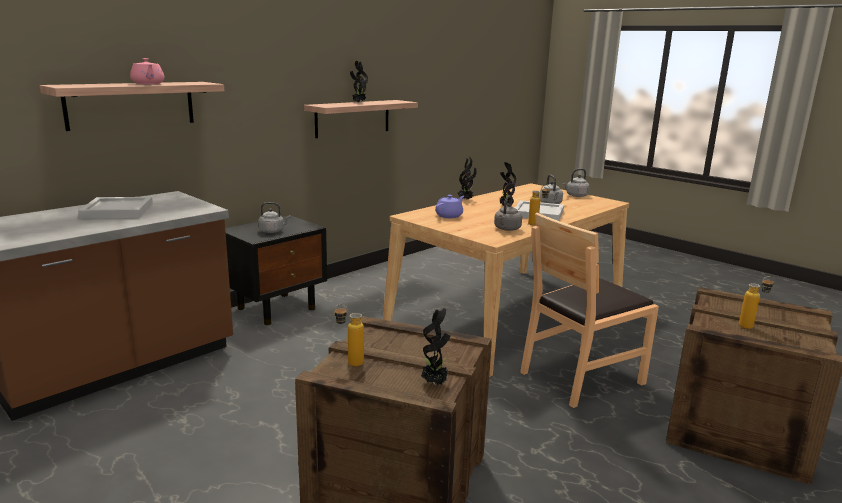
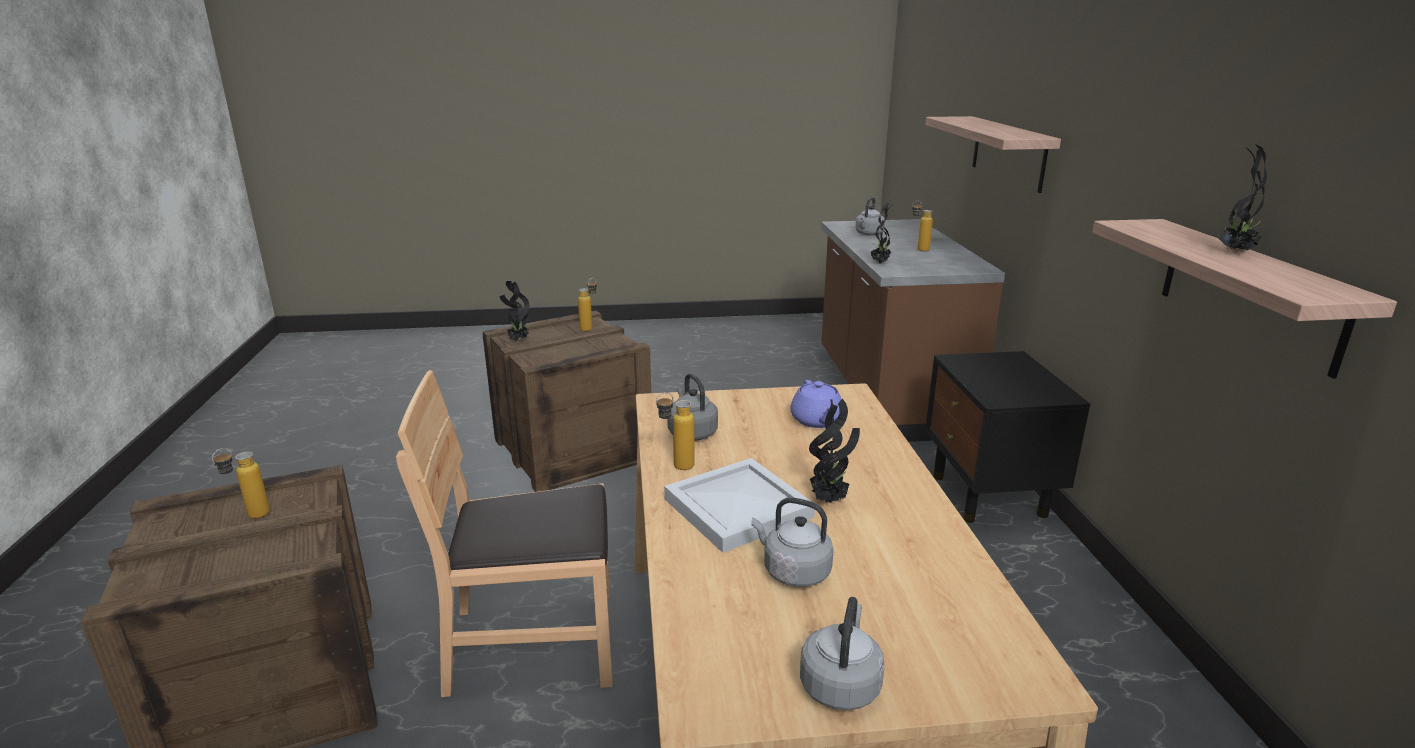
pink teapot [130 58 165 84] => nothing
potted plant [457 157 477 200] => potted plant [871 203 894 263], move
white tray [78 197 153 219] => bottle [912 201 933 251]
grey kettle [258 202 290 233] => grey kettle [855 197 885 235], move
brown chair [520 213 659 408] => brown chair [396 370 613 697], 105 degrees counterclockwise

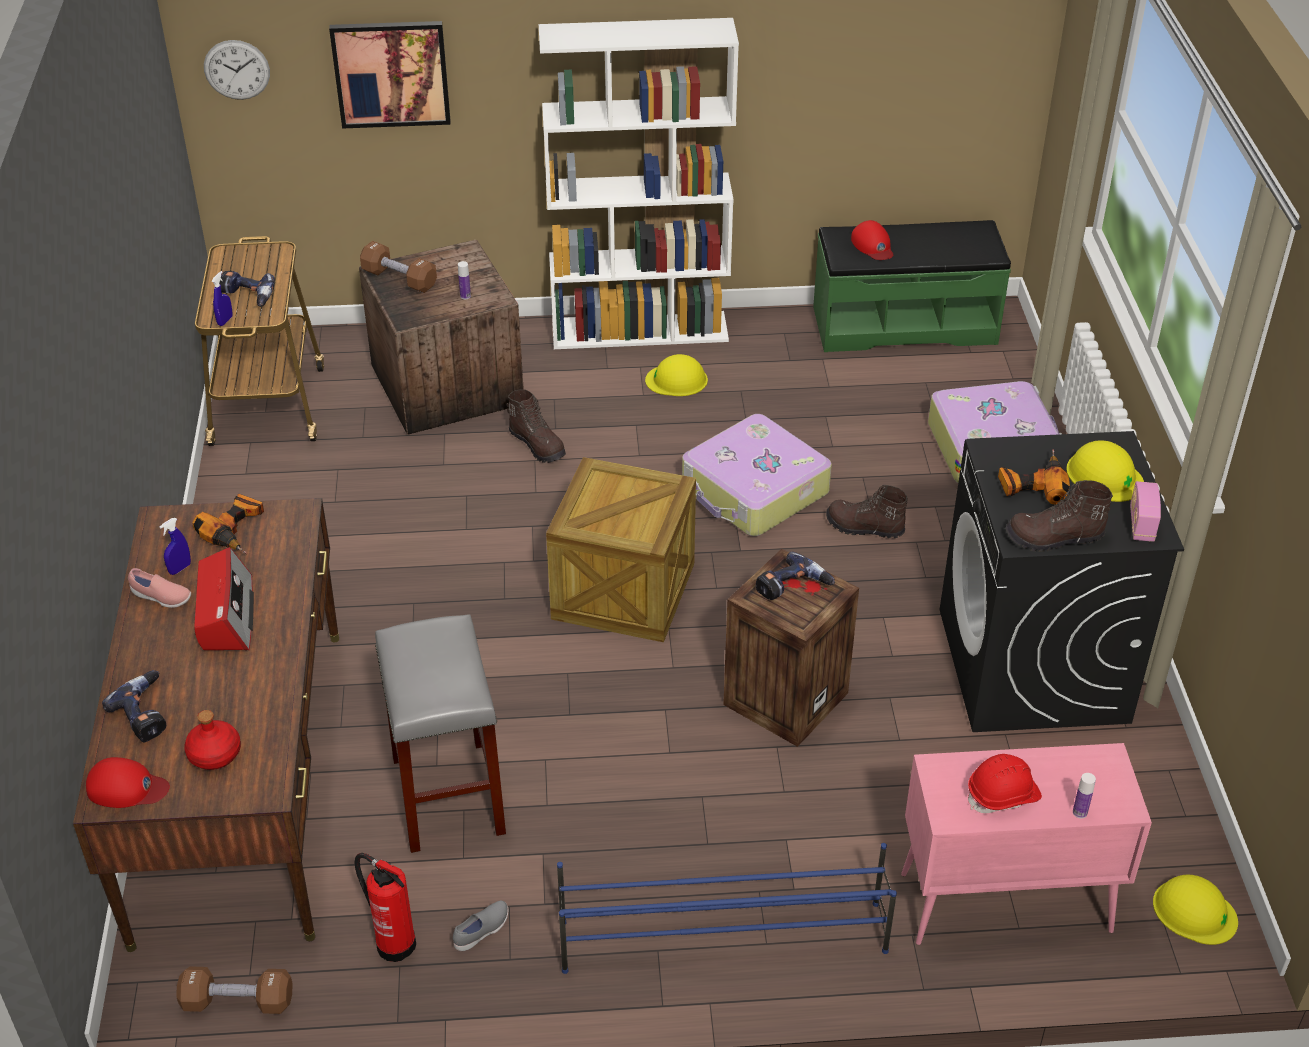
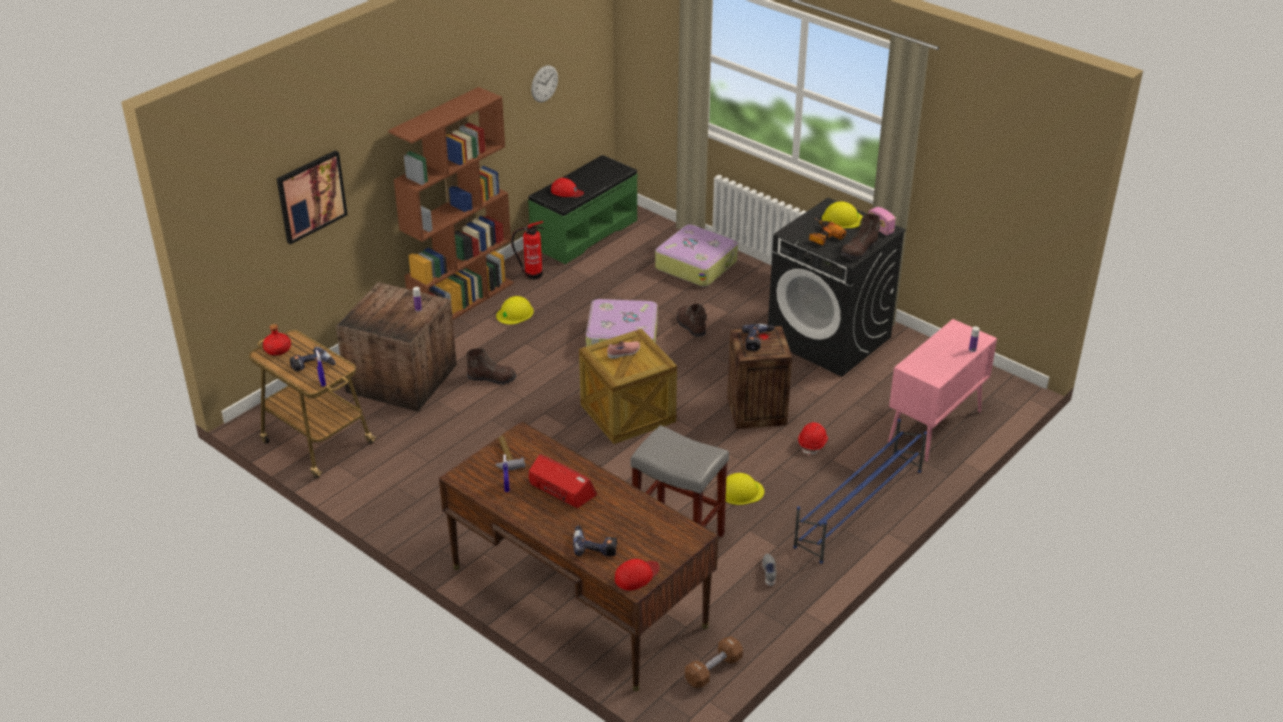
white bookcase [539 18 739 349] => brown bookcase [388 87 514 320]
wall clock [204 40 270 100] => wall clock [531 65 558 102], move
brown dumbbell [360 241 437 293] => nothing
brown boot [826 485 908 538] => brown boot [677 304 707 337], 90 degrees clockwise
power drill [192 494 264 554] => hammer [495 436 525 471]
pink shoe [128 568 191 608] => pink shoe [607 341 640 359], move
red bottle [184 710 241 770] => red bottle [263 324 291 356], move
red hard hat [968 754 1042 813] => red hard hat [798 422 828 456], move
fire extinguisher [354 853 416 962] => fire extinguisher [511 221 544 280], move
yellow hard hat [1153 875 1238 945] => yellow hard hat [726 473 764 505], move

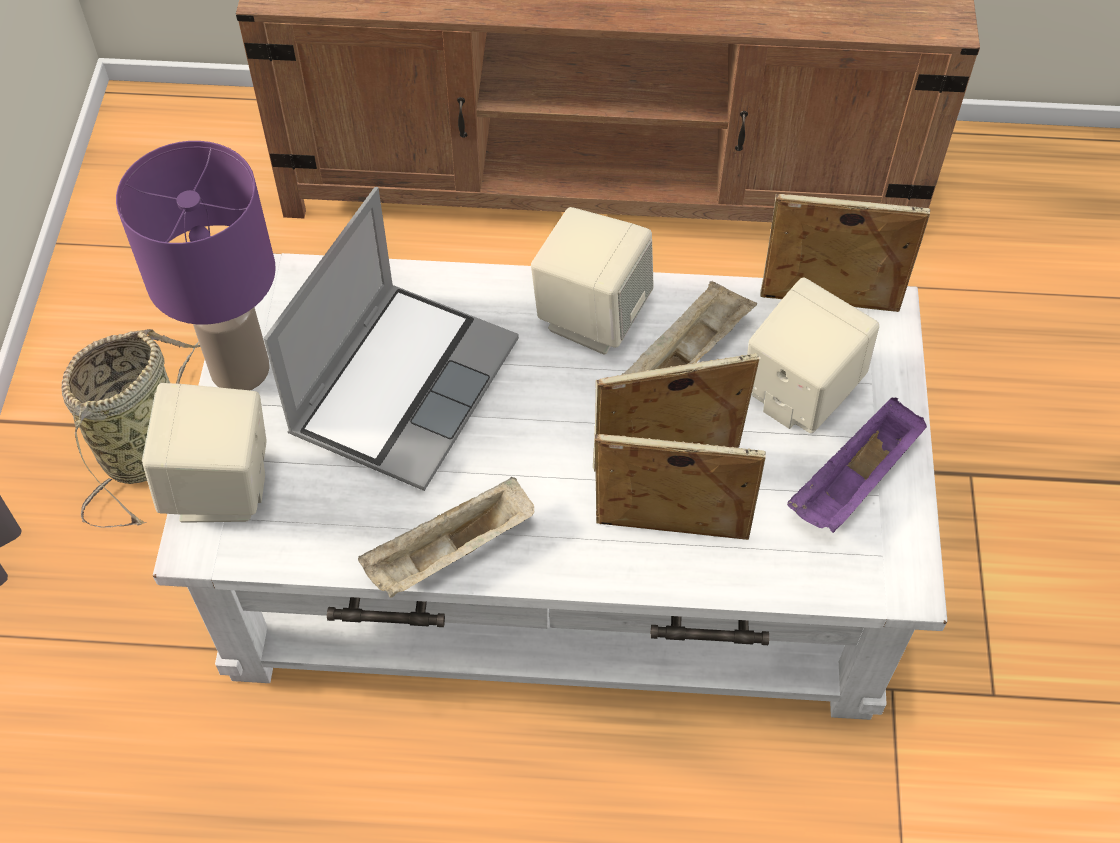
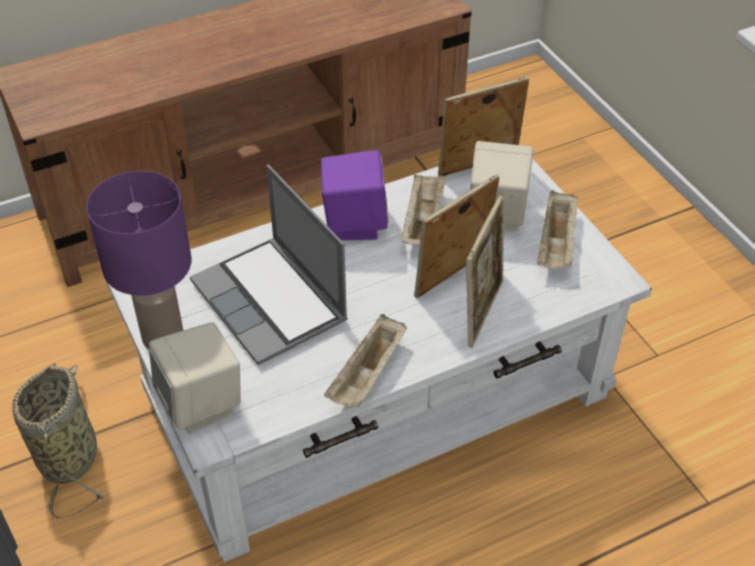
laptop [264 187 519 491] => laptop [190 164 348 365], 150 degrees clockwise
beige speaker [531 207 654 355] => purple speaker [321 150 389 240]
purple tray [787 398 927 533] => beige tray [537 190 578 268]
picture frame [594 434 766 540] => picture frame [466 194 505 348], 135 degrees clockwise

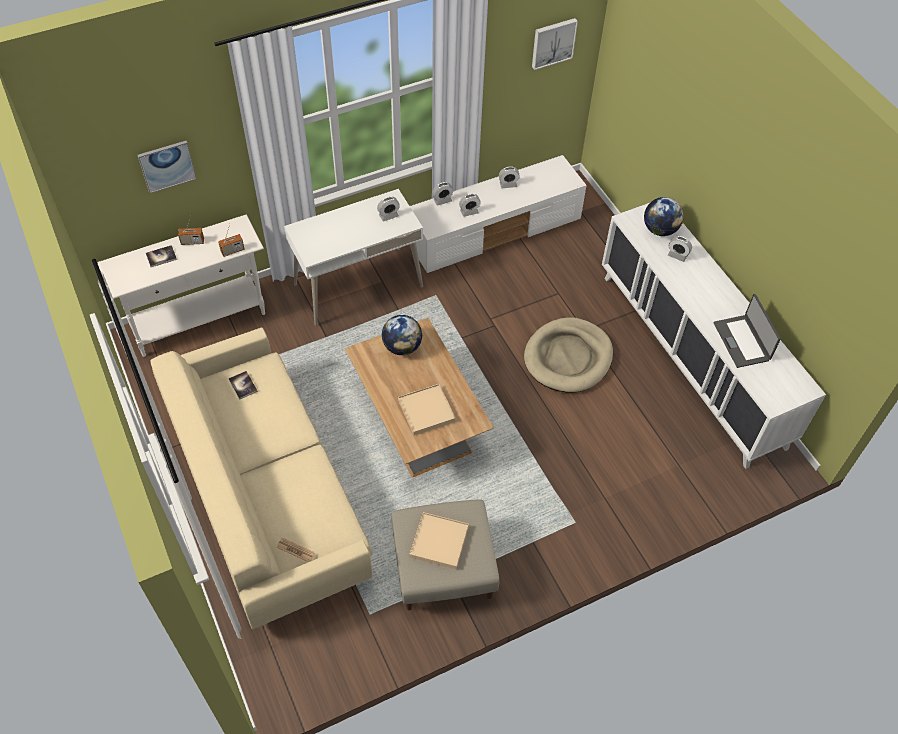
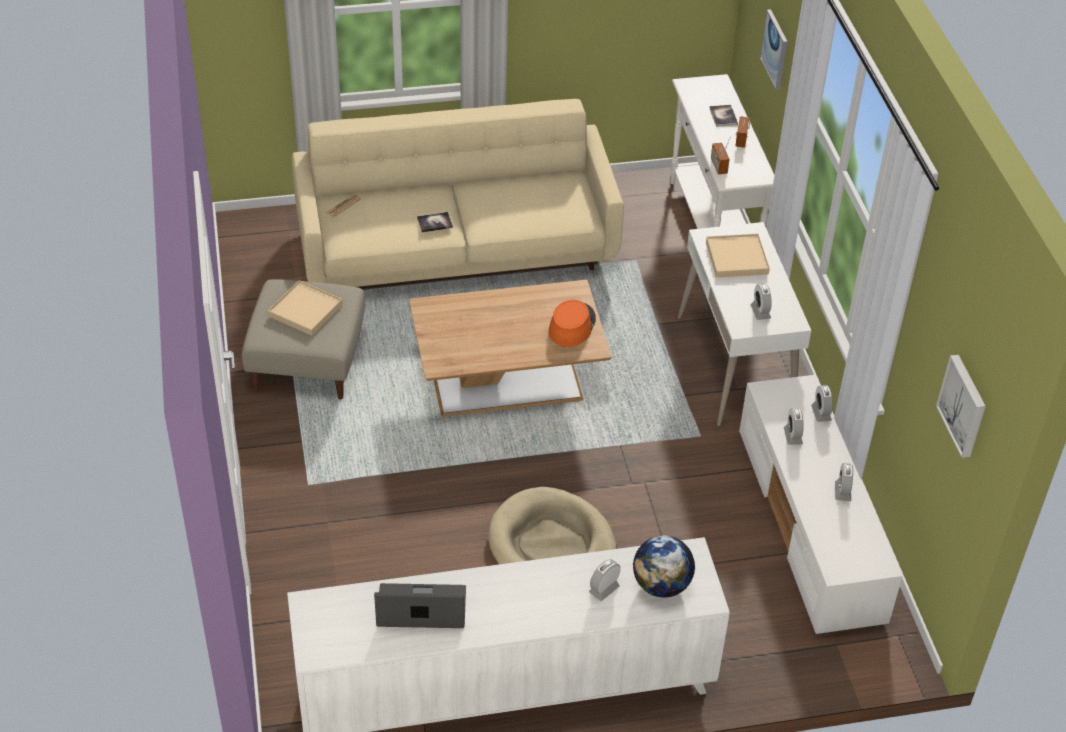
globe [382 315 422 355] => orange hat [549 300 596 347]
book [228 371 258 400] => book [417 212 453 232], move
beige tray [398 384 455 435] => beige tray [706 234 770 278], move

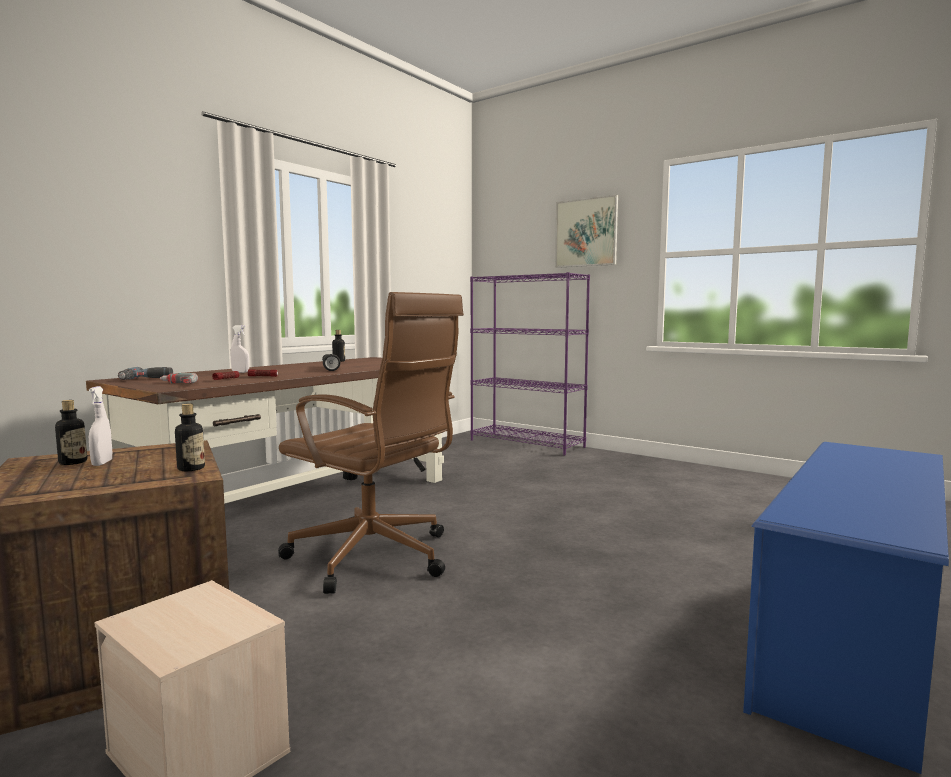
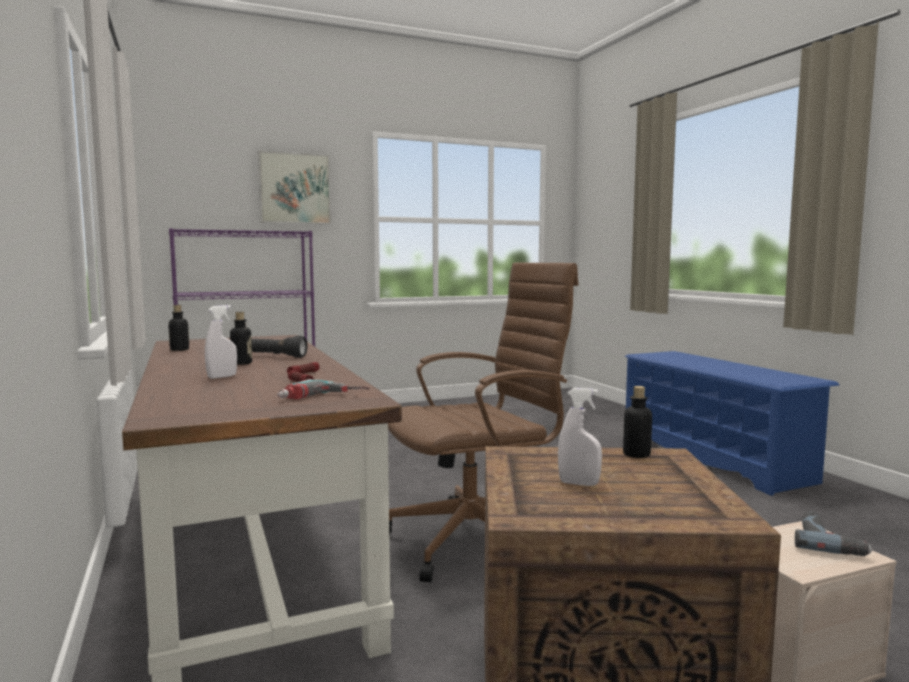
power drill [118 367 173 380] => power drill [795 511 873 556], move
bottle [55 400 87 465] => bottle [230 312 252 365], move

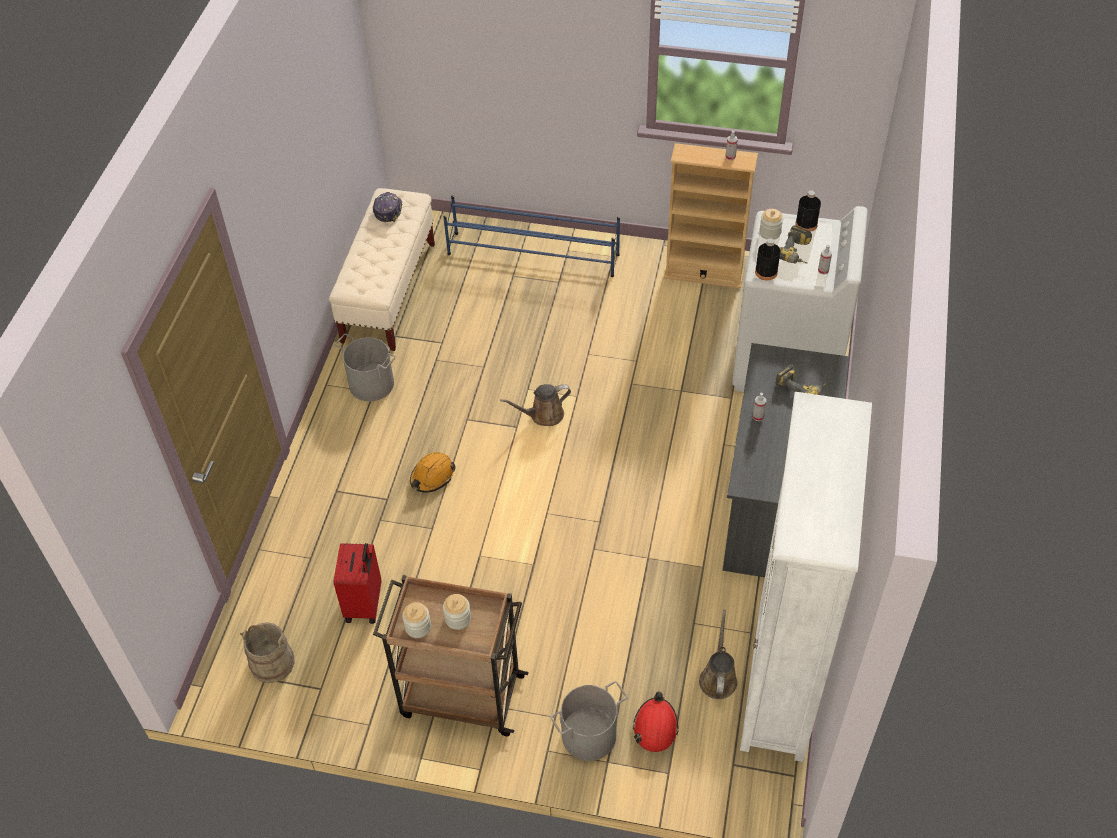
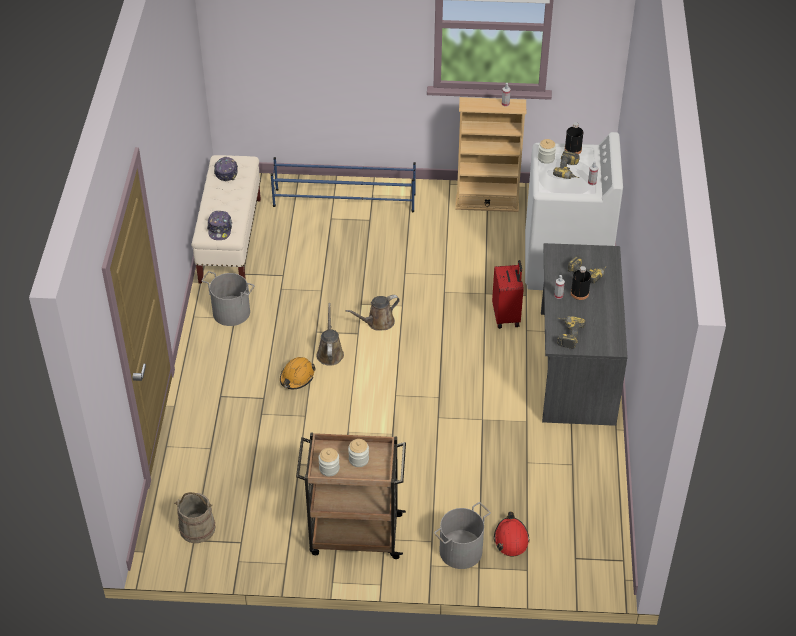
black bottle [755 238 780 280] => black bottle [571 266 591 300], move
white bookcase [740 392 872 762] => nothing
red suitcase [334 543 381 624] => red suitcase [492 260 524 329], move
brown watering can [699 610 738 699] => brown watering can [317 303 344 366], move
nothing => cap [207 211 232 240]
nothing => power drill [557 316 586 349]

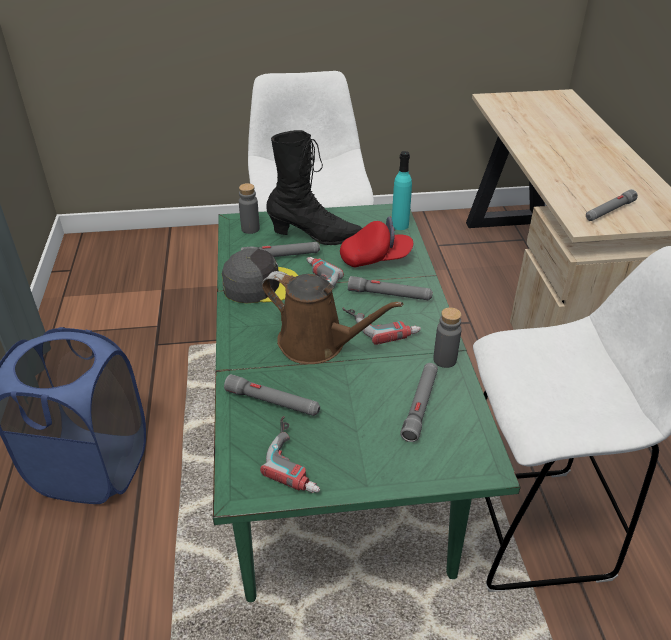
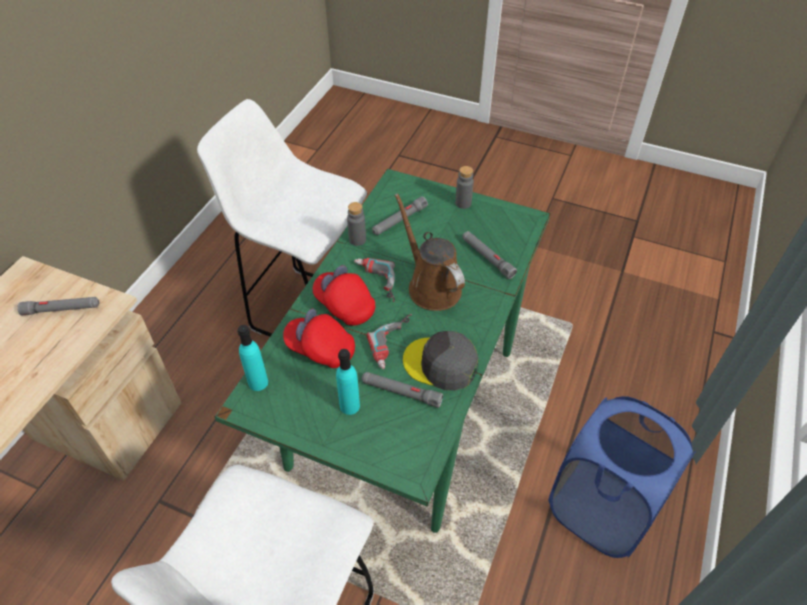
black boot [266 130 362 245] => turquoise bottle [336 349 360 415]
grey bottle [239 183 260 234] => grey bottle [455 166 474 209], move
grey flashlight [348 276 433 300] => red cap [313 265 375 326]
power drill [260 416 320 493] => nothing

